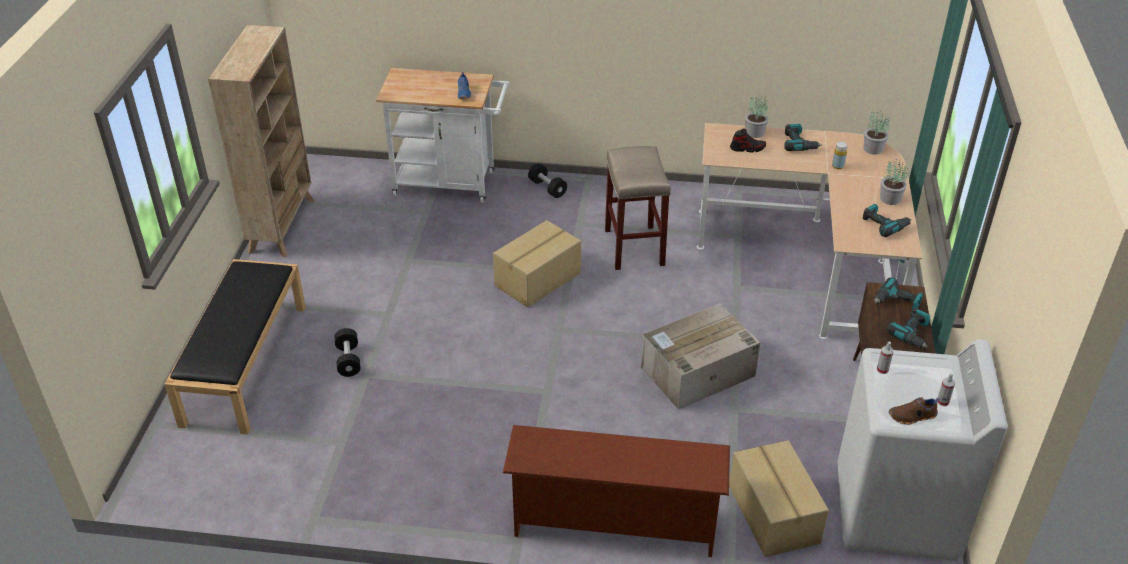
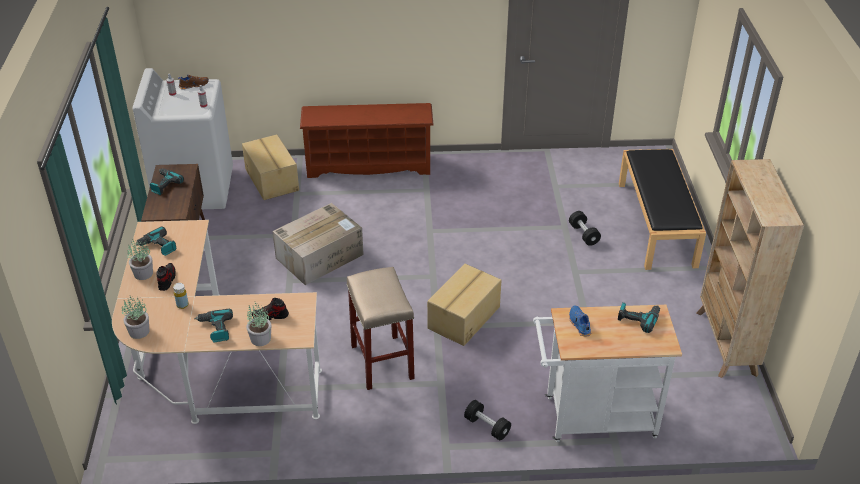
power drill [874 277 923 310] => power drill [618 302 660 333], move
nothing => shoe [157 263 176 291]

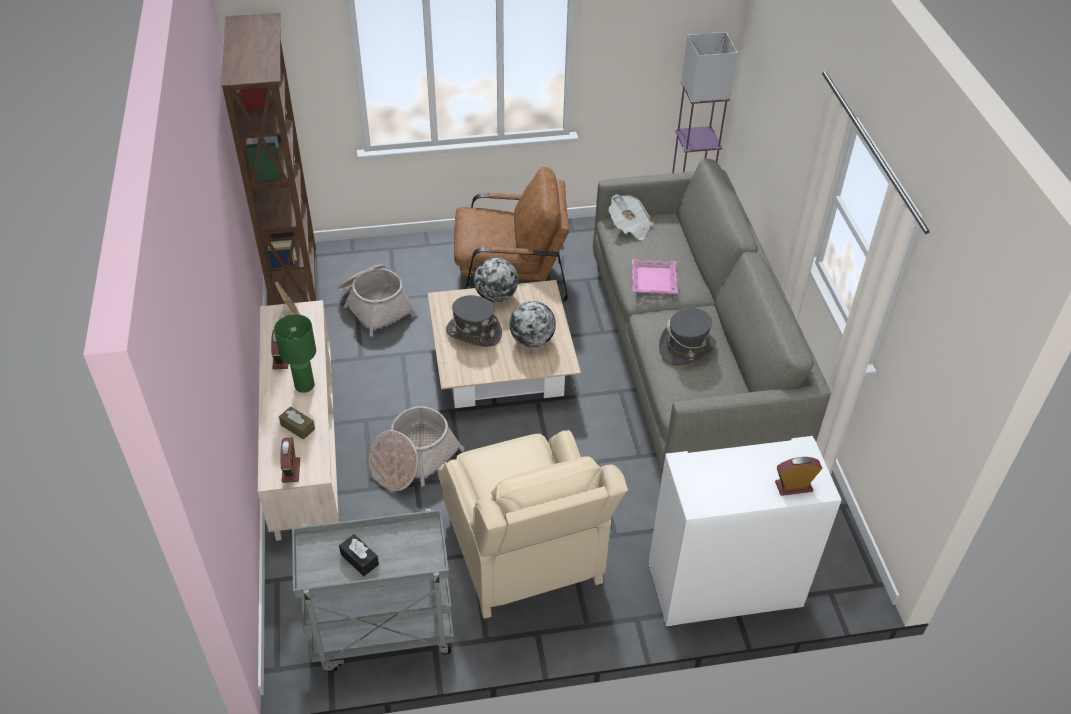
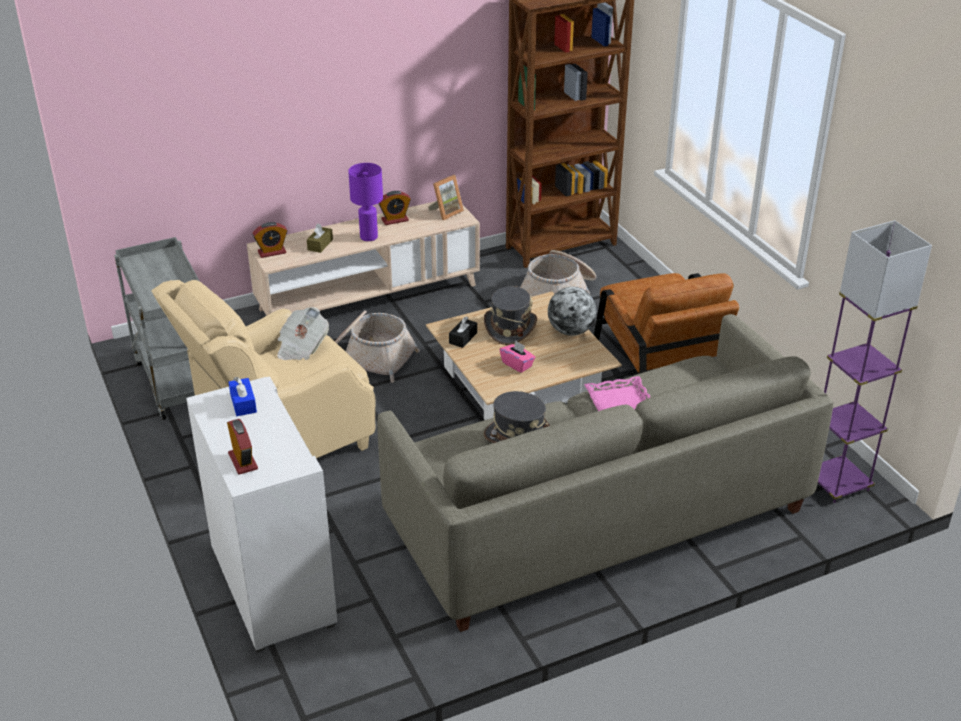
newspaper [608 194 653 240] => newspaper [277 307 329 360], move
globe [509 301 556 348] => pink tissue box [500 341 535 373]
green table lamp [274 314 316 393] => purple table lamp [348 163 383 241]
black tissue box [339 534 379 576] => black tissue box [449 316 477 348], move
nothing => blue tissue box [229 377 257 416]

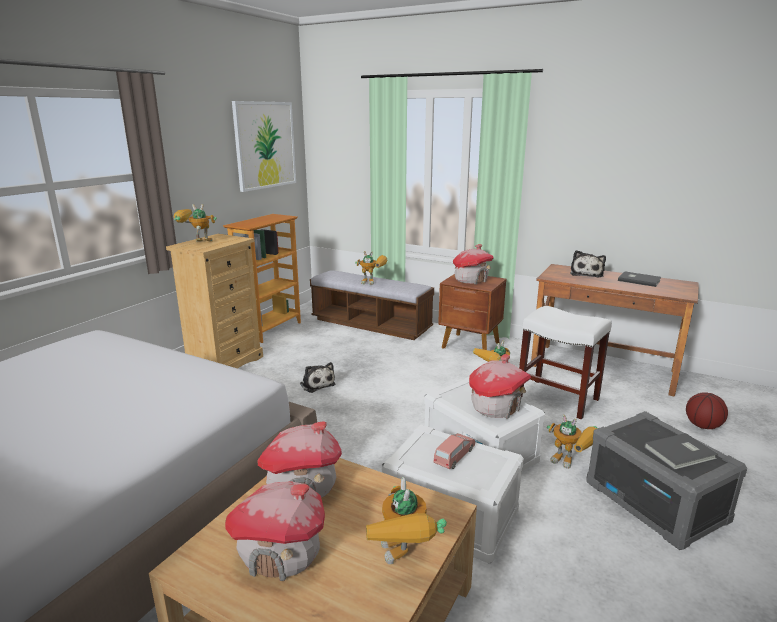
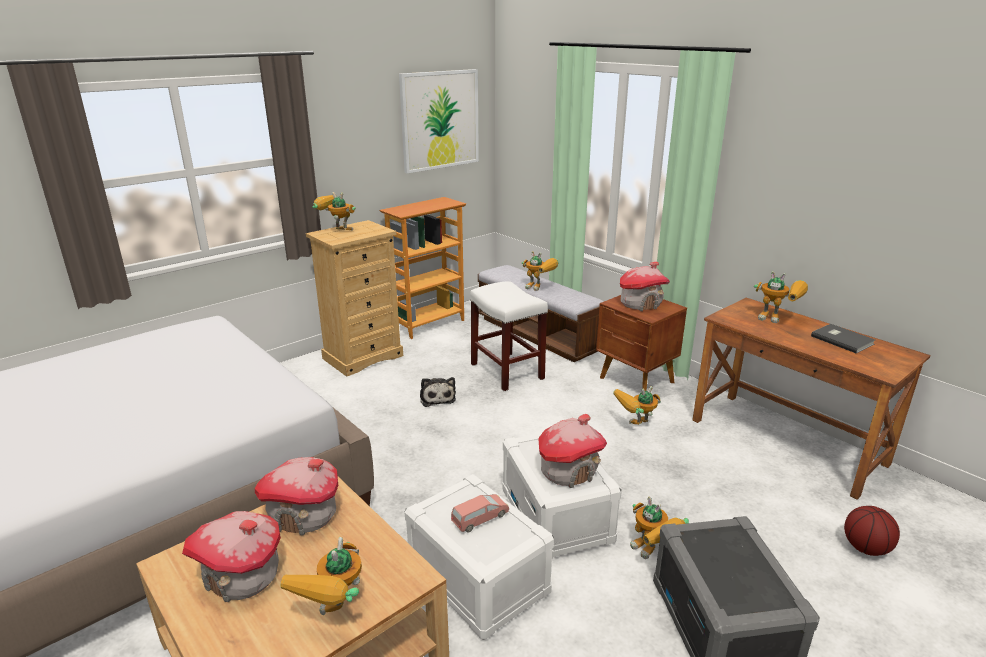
plush toy [570 250 606 277] => toy robot [754 271 808 323]
white stool [519 306 612 420] => white stool [470 281 548 391], move
grey book [644 433 718 470] => nothing

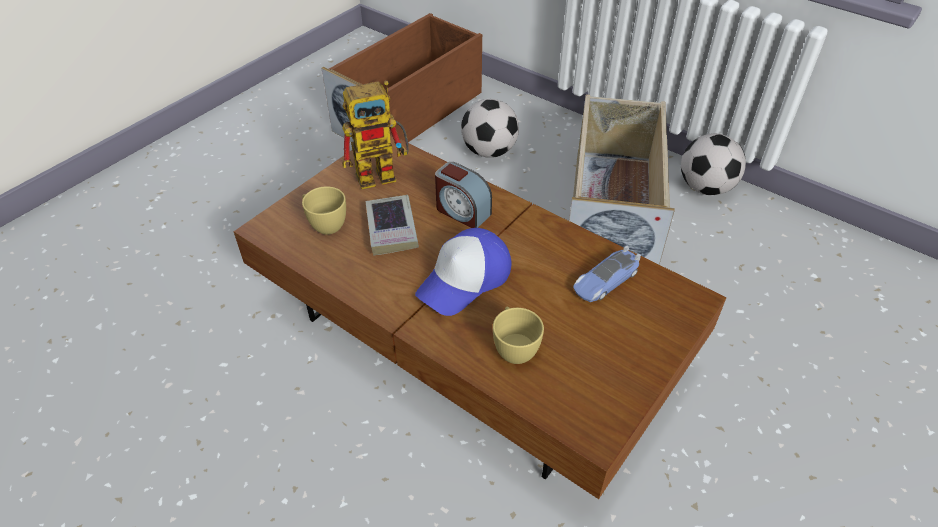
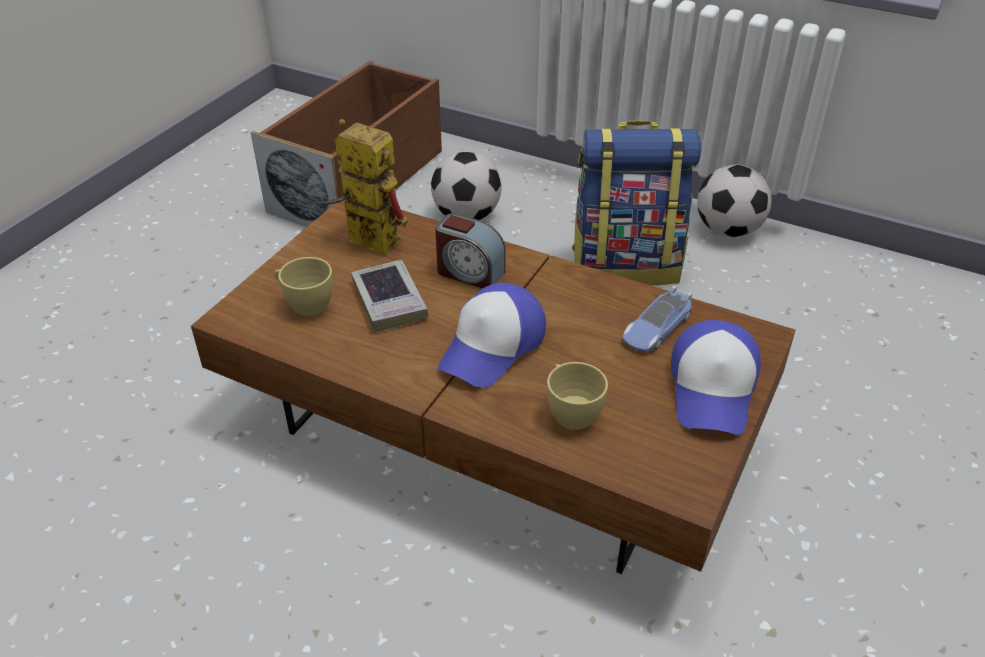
toy robot [342 80 409 189] => toy robot [316 119 409 256], 120 degrees counterclockwise
beige storage box [569 94 675 265] => backpack [572 121 702 286]
nothing => cap [671 320 761 435]

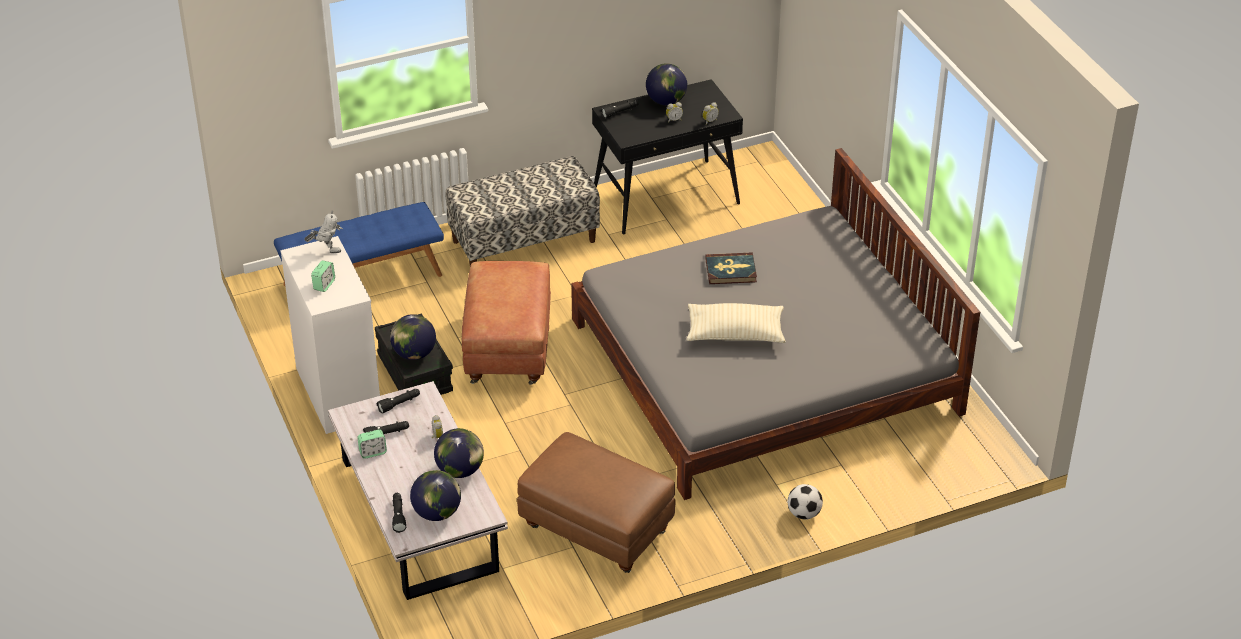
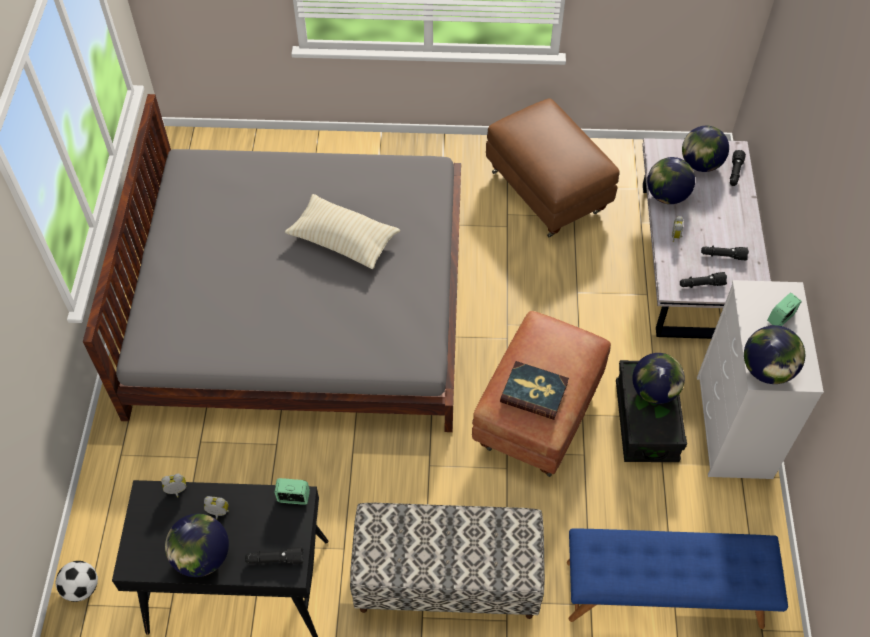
toy robot [304 211 343 253] => globe [744 325 805 384]
book [705 253 757 284] => book [500 361 569 420], move
alarm clock [358 429 387 459] => alarm clock [274 478 310 505], move
football [787 484 823 520] => football [56 561 98 602], move

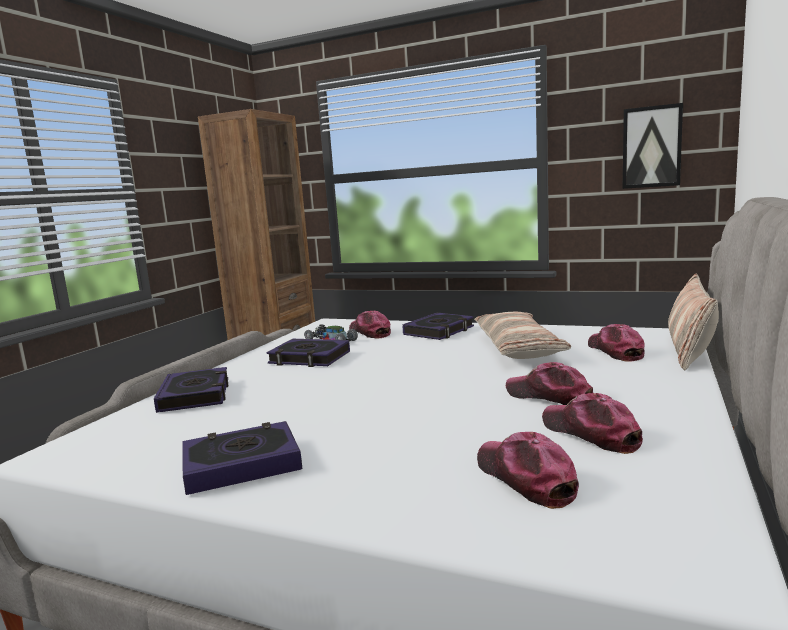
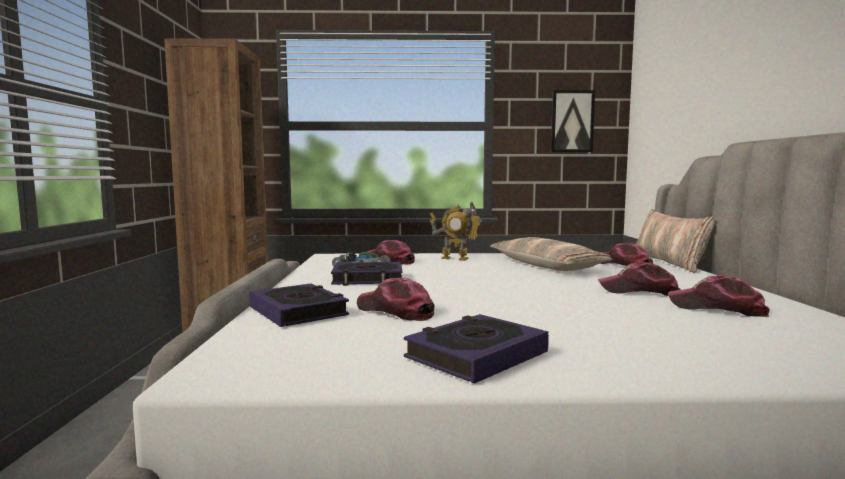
book [403 313 474 340] => toy robot [430 201 482 260]
cap [477 432 579 509] => cap [357 278 434 321], move

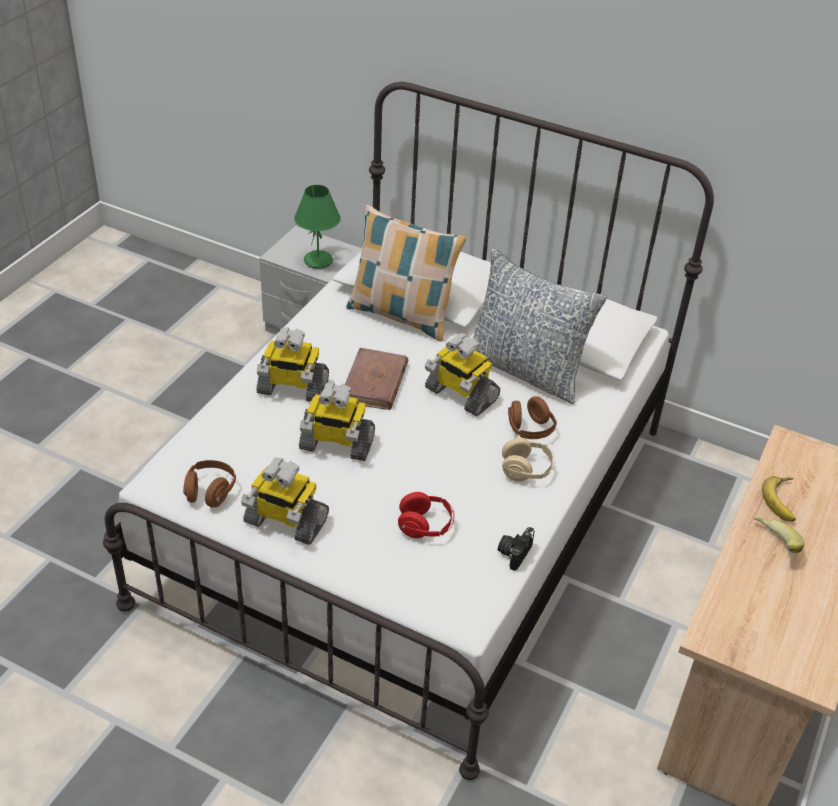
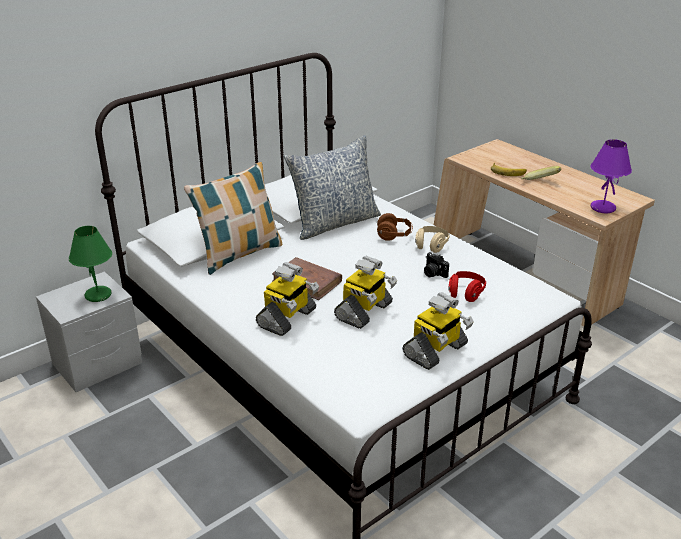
toy robot [425 333 500 416] => nothing
brown headphones [183 460 236 507] => nothing
photo camera [498 527 534 571] => photo camera [424 252 449 278], move
nothing => purple table lamp [590 139 632 213]

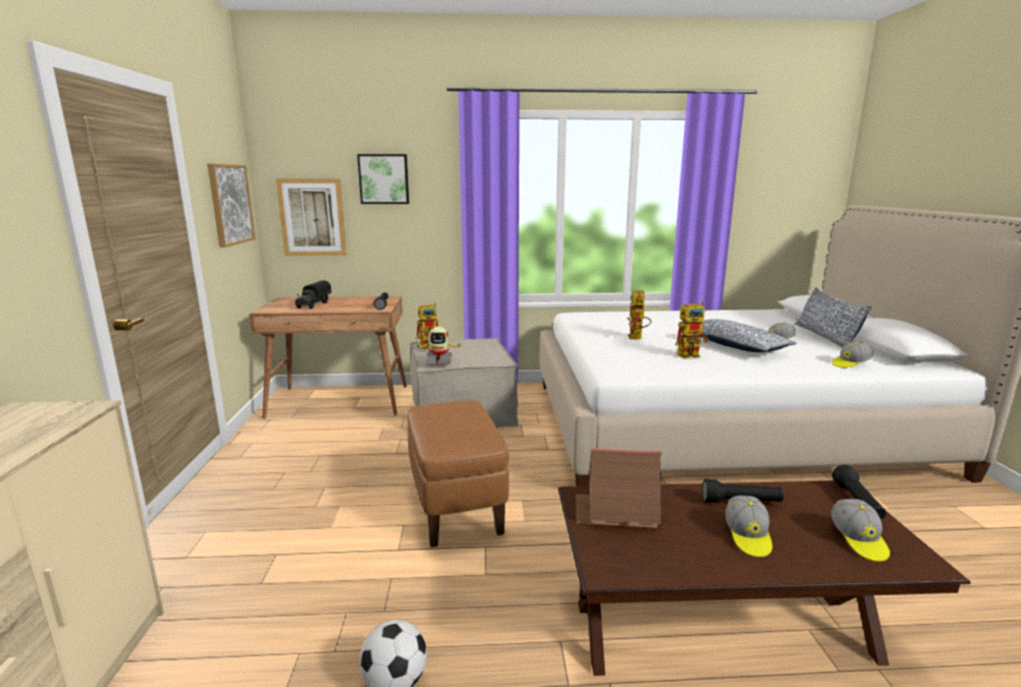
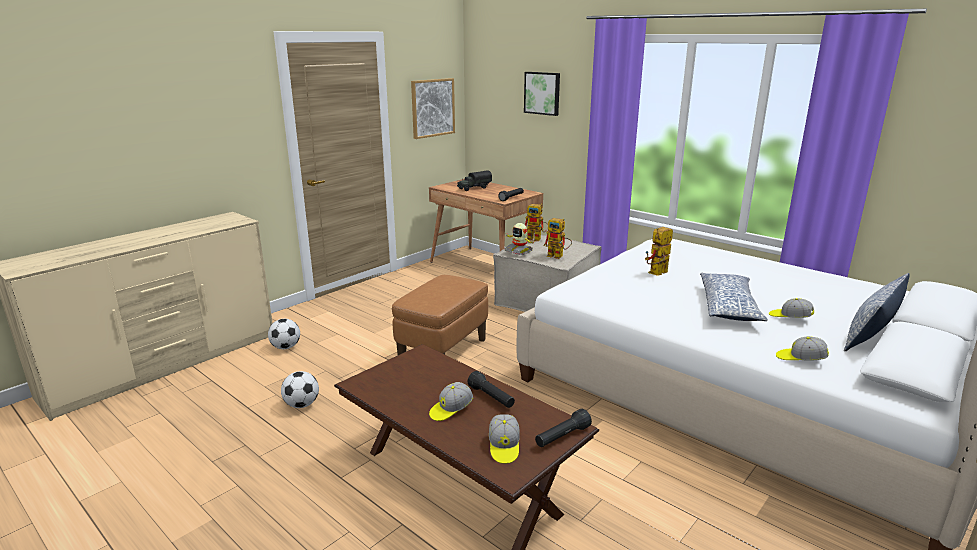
picture [276 179 347 256] => nothing
toy robot [675 301 709 359] => toy robot [544 218 572 259], move
toy house [575 448 662 528] => nothing
cap [831 499 890 562] => cap [489 415 520 464], 45 degrees counterclockwise
nothing => football [268 319 300 349]

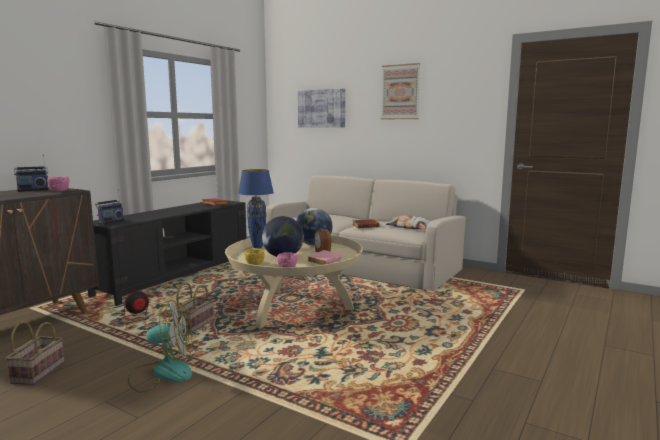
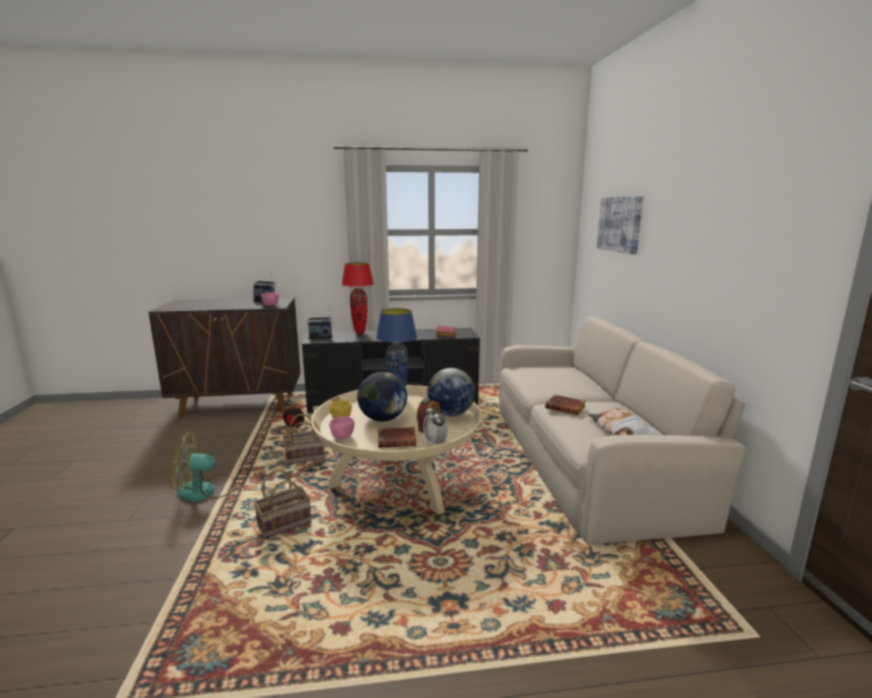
picture [381 63 420 119] => nothing
pink book [307 250 342 265] => brown book [378 427 416 448]
fan [128 300 192 392] => fan [171 432 236 502], 120 degrees clockwise
basket [6 321 64 385] => basket [254 470 311 538], move
nothing => red table lamp [342 262 374 334]
nothing => alarm clock [423 405 447 446]

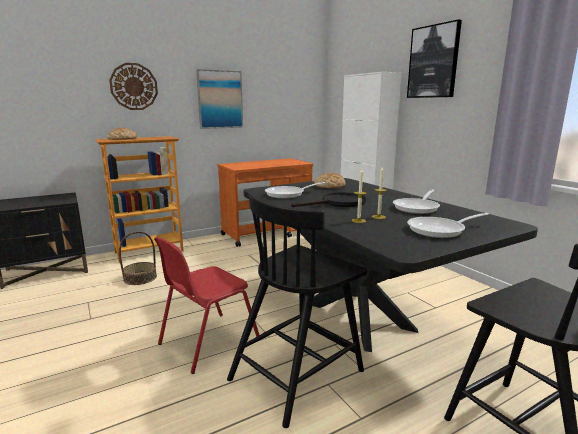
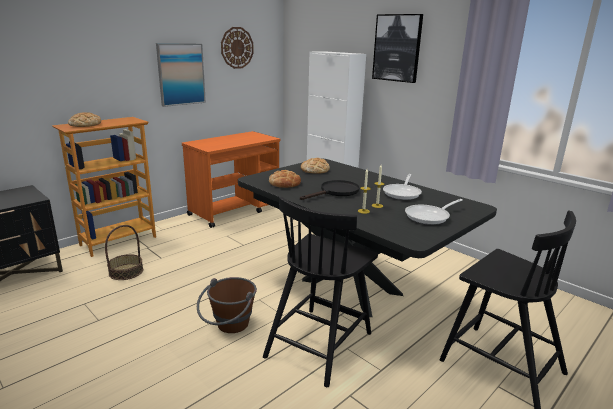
wall clock [109 63 158 110] => wall clock [221 27 254 69], move
frying pan [265 182 325 199] => bread [269 170 301 188]
red chair [154 237 259 374] => brown bucket [197 277 257 333]

